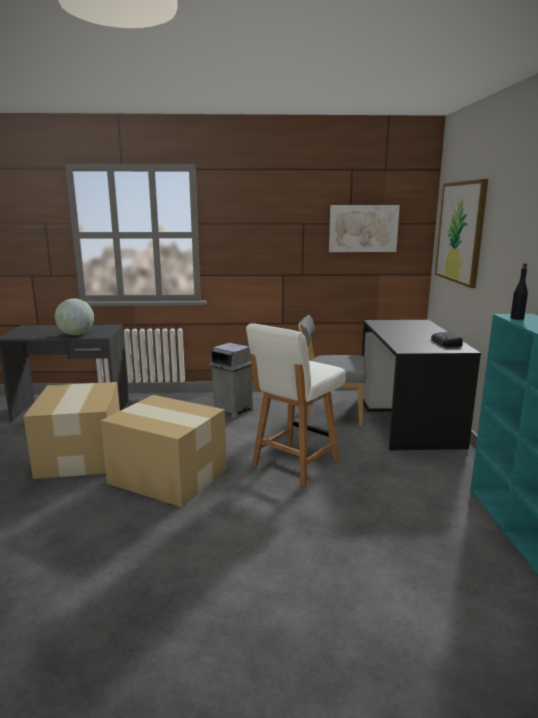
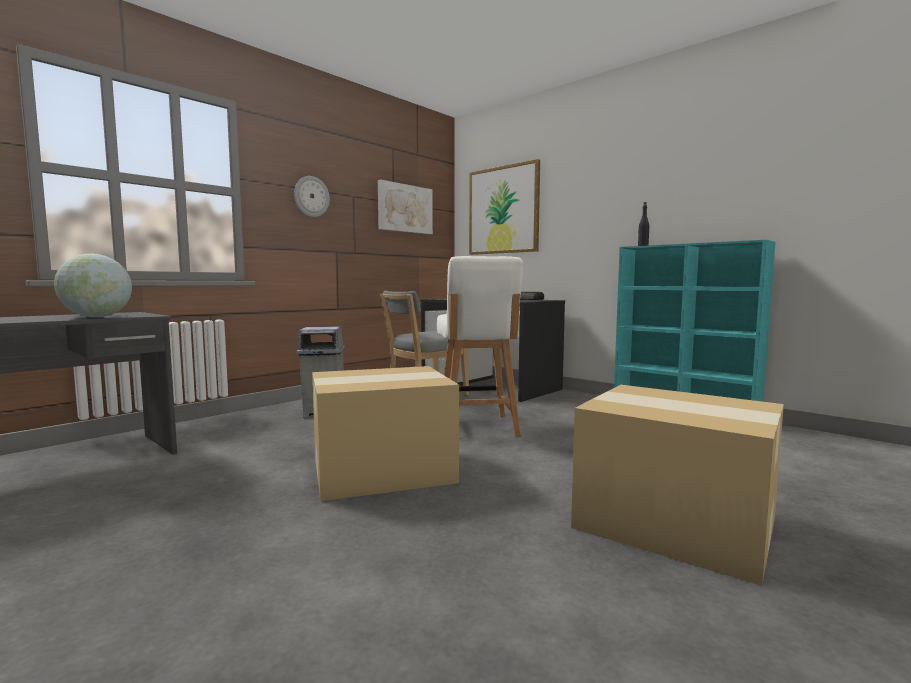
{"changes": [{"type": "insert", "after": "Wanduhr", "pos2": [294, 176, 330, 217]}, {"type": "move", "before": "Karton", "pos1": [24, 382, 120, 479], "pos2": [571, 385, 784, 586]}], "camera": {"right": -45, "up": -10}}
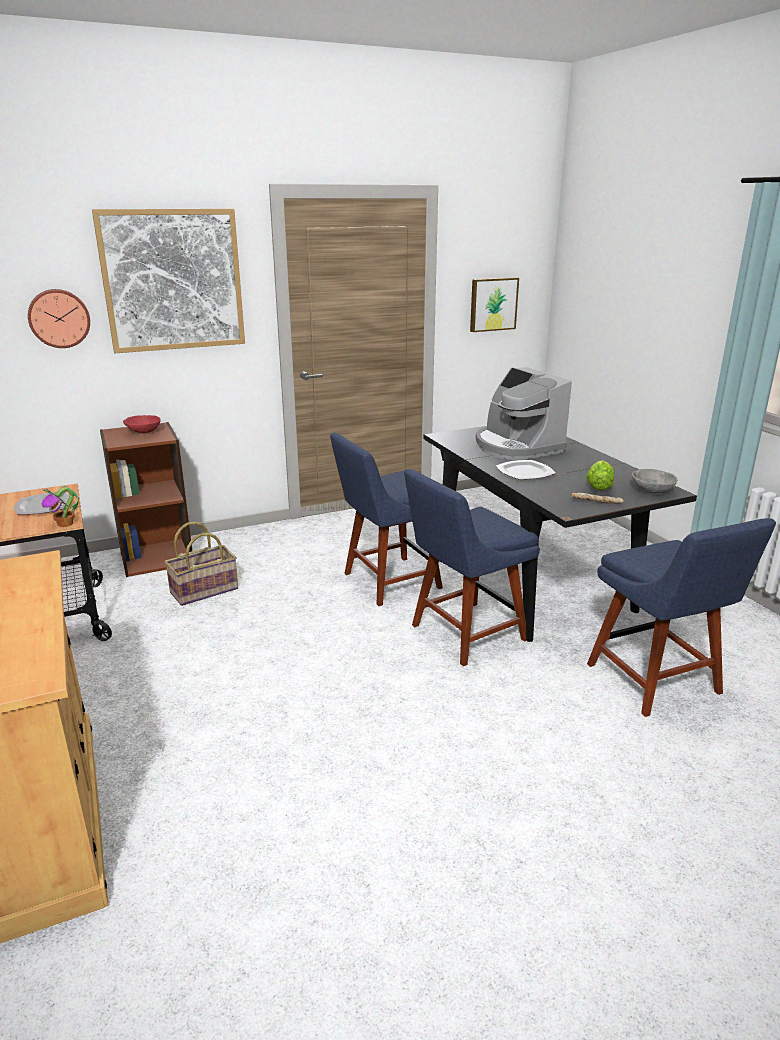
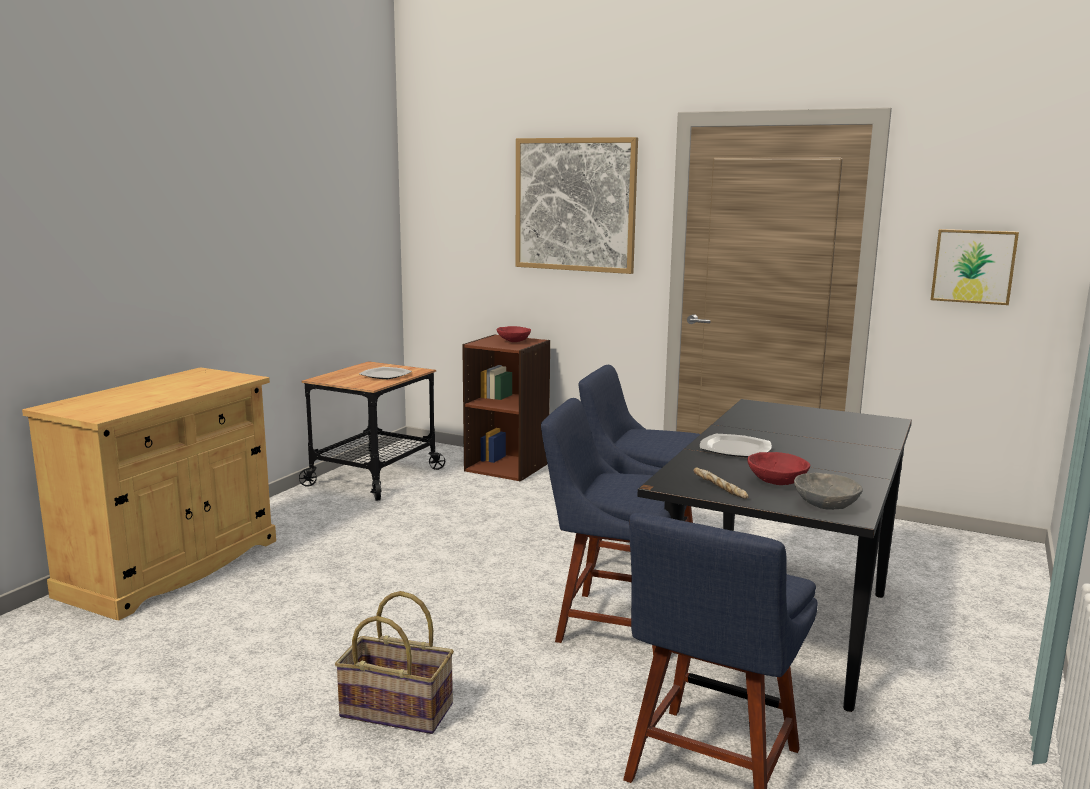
{"changes": [{"type": "delete", "before": "Wanduhr", "pos1": [28, 289, 90, 348]}, {"type": "delete", "before": "Topfpflanze", "pos1": [42, 486, 79, 527]}, {"type": "delete", "before": "Kaffeemaschine", "pos1": [476, 367, 572, 460]}, {"type": "move", "before": "Korb", "pos1": [164, 522, 238, 606], "pos2": [335, 591, 454, 734]}, {"type": "replace", "before": "Salatkopf", "after": "Schüssel [rot]", "pos1": [586, 460, 614, 491], "pos2": [747, 452, 810, 485]}], "camera": {"right": 50, "up": -10}}
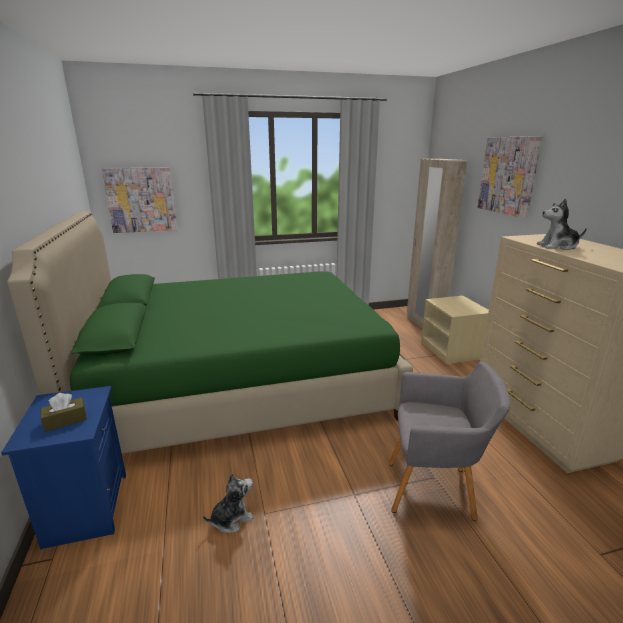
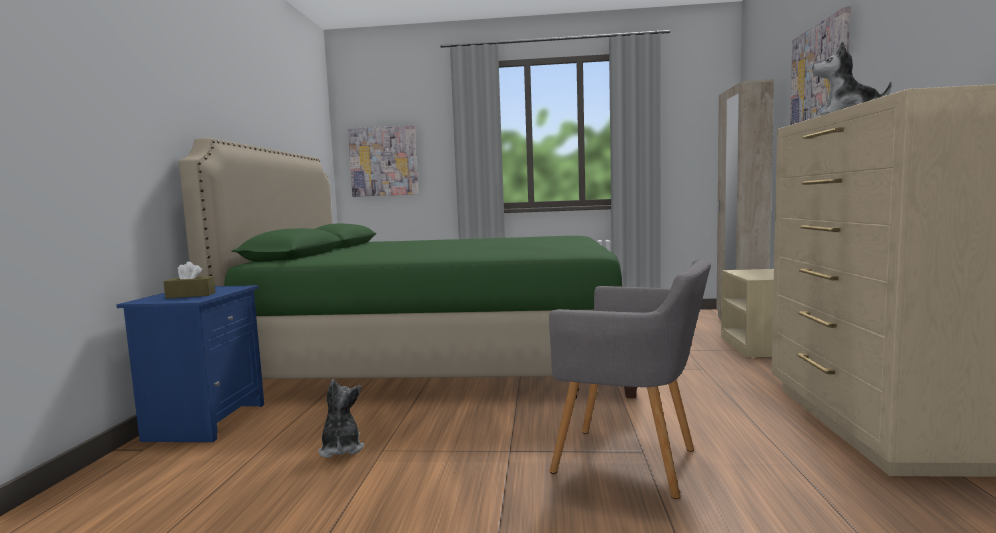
{"changes": [{"type": "rotate", "before": "Plüschtier", "pos1": [203, 473, 254, 533], "pos2": [318, 379, 364, 458], "turn": -90}], "camera": {"right": 20, "up": -15}}
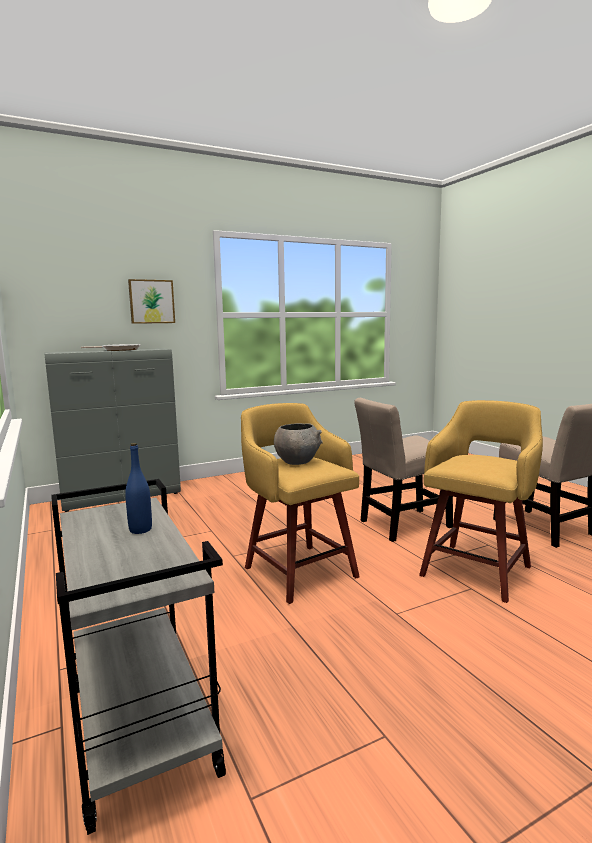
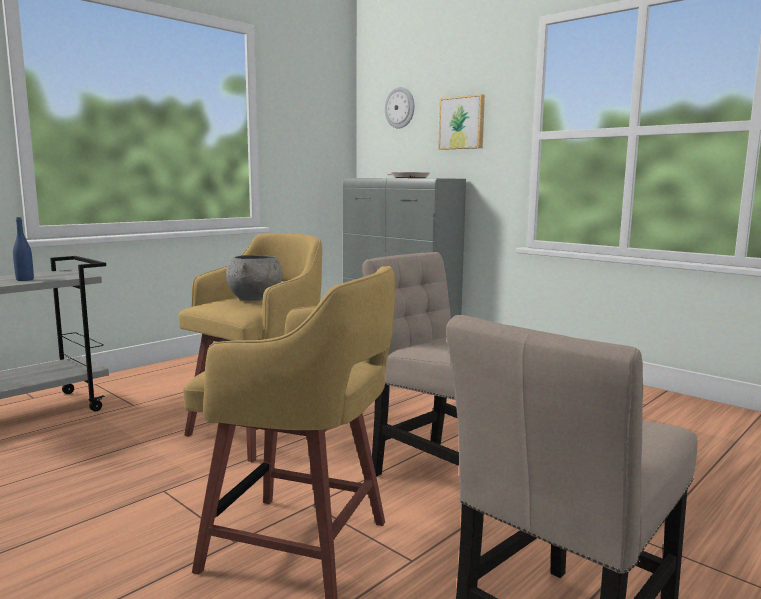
{"changes": [{"type": "insert", "after": "Wanduhr", "pos2": [385, 87, 414, 129]}], "camera": {"right": 70, "up": 0}}
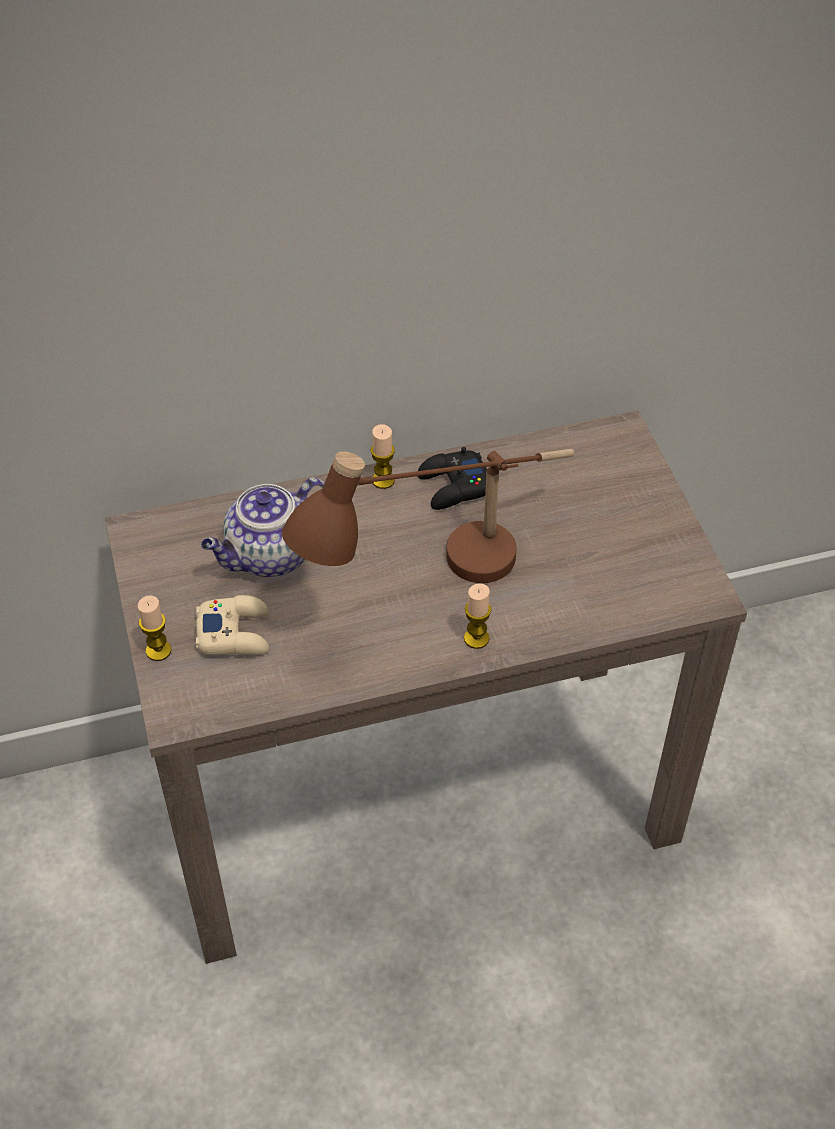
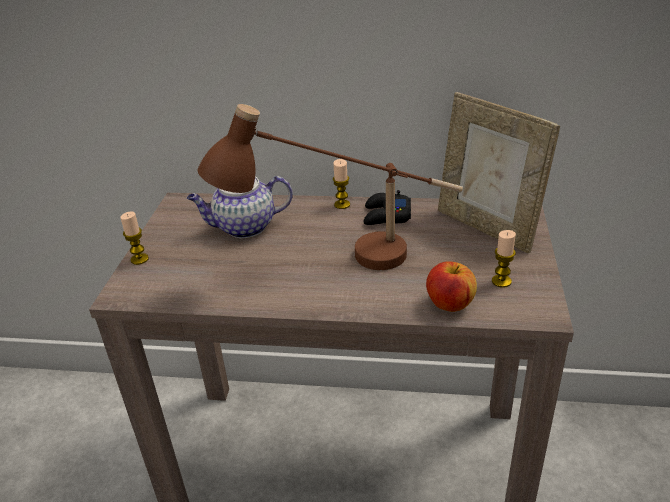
{"changes": [{"type": "delete", "before": "Gamepad [beige]", "pos1": [196, 595, 269, 655]}, {"type": "insert", "after": "Apfel", "pos2": [426, 262, 477, 312]}, {"type": "insert", "after": "Bilderrahmen", "pos2": [438, 92, 560, 253]}, {"type": "move", "before": "Kerze", "pos1": [464, 583, 491, 649], "pos2": [492, 230, 516, 288]}], "camera": {"right": 25, "up": -15}}
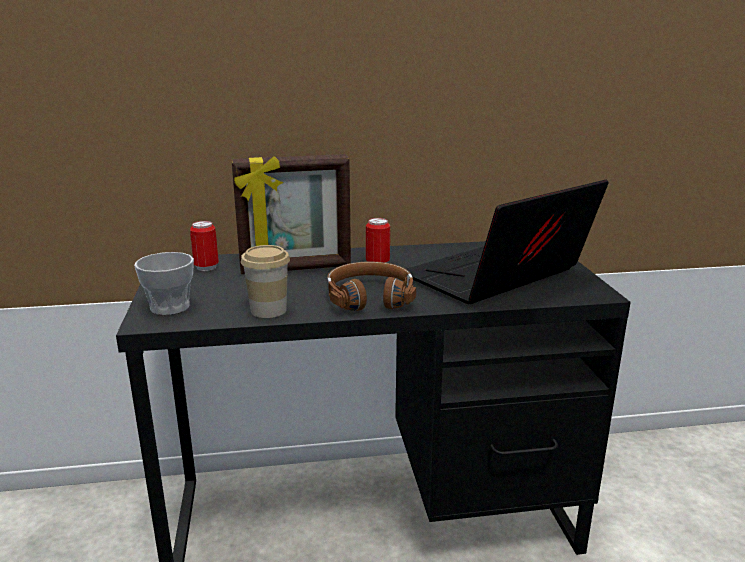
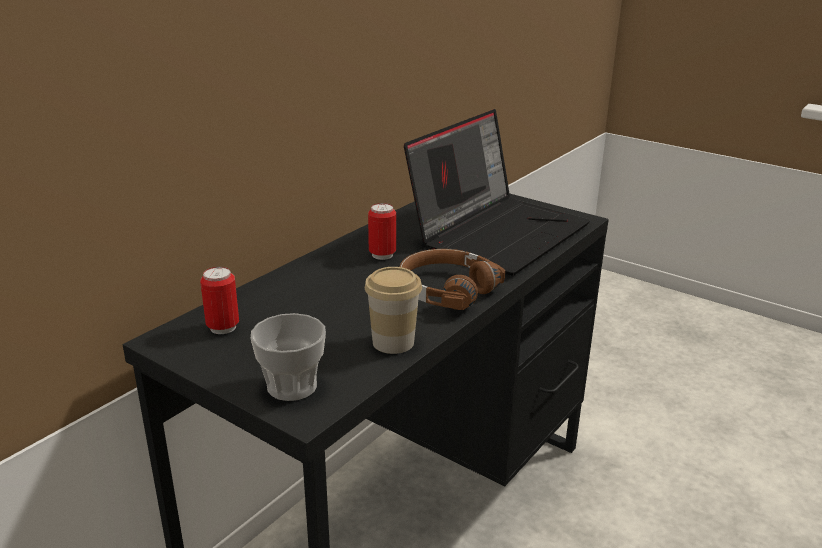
{"changes": [{"type": "delete", "before": "Bilderrahmen", "pos1": [231, 154, 351, 274]}, {"type": "rotate", "before": "Laptop", "pos1": [406, 179, 609, 304], "pos2": [404, 109, 590, 276], "turn": -150}], "camera": {"right": -45, "up": 5}}
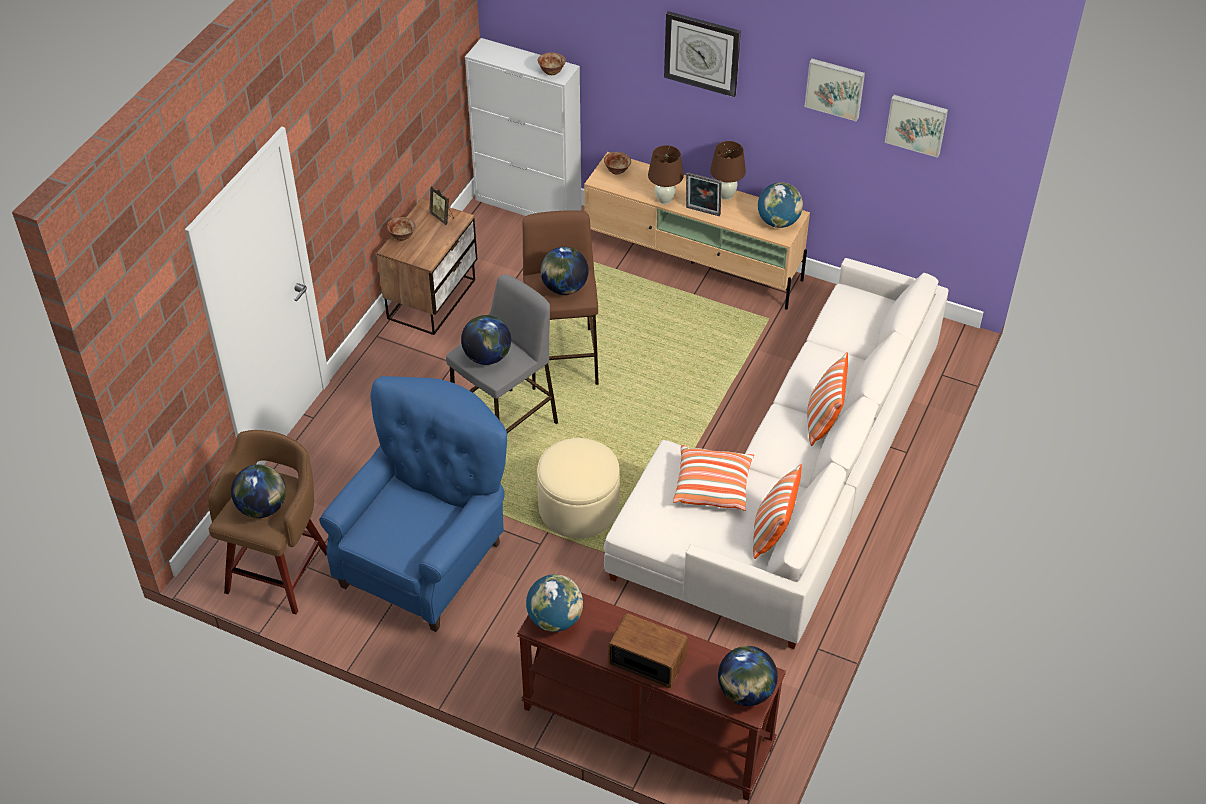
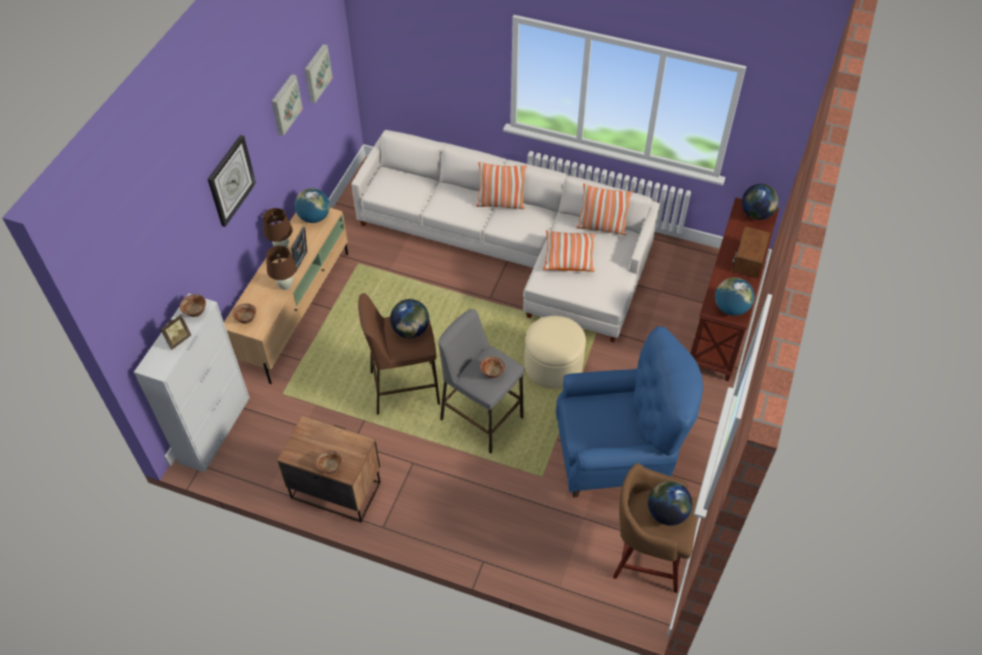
{"changes": [{"type": "move", "before": "Bilderrahmen", "pos1": [429, 186, 454, 225], "pos2": [160, 314, 191, 350]}, {"type": "replace", "before": "Globus", "after": "Schüssel", "pos1": [461, 315, 511, 365], "pos2": [480, 356, 505, 378]}, {"type": "rotate", "before": "Sessel [blau]", "pos1": [319, 376, 507, 632], "pos2": [556, 326, 703, 498], "turn": 150}], "camera": {"right": -95, "up": 5}}
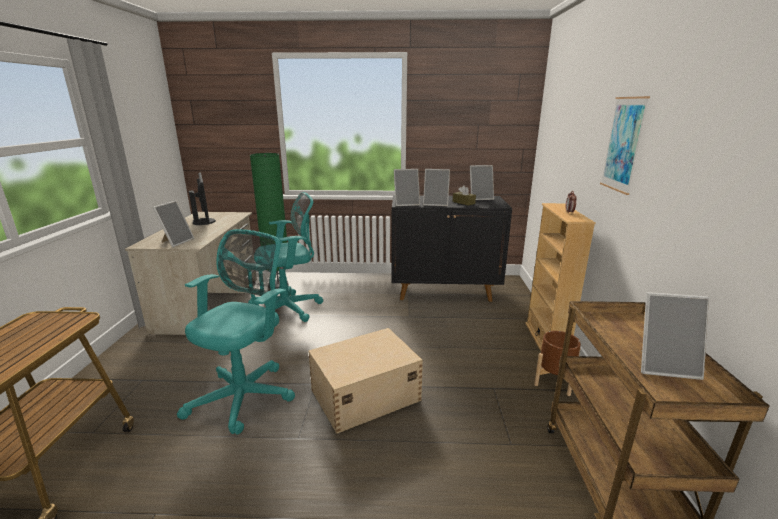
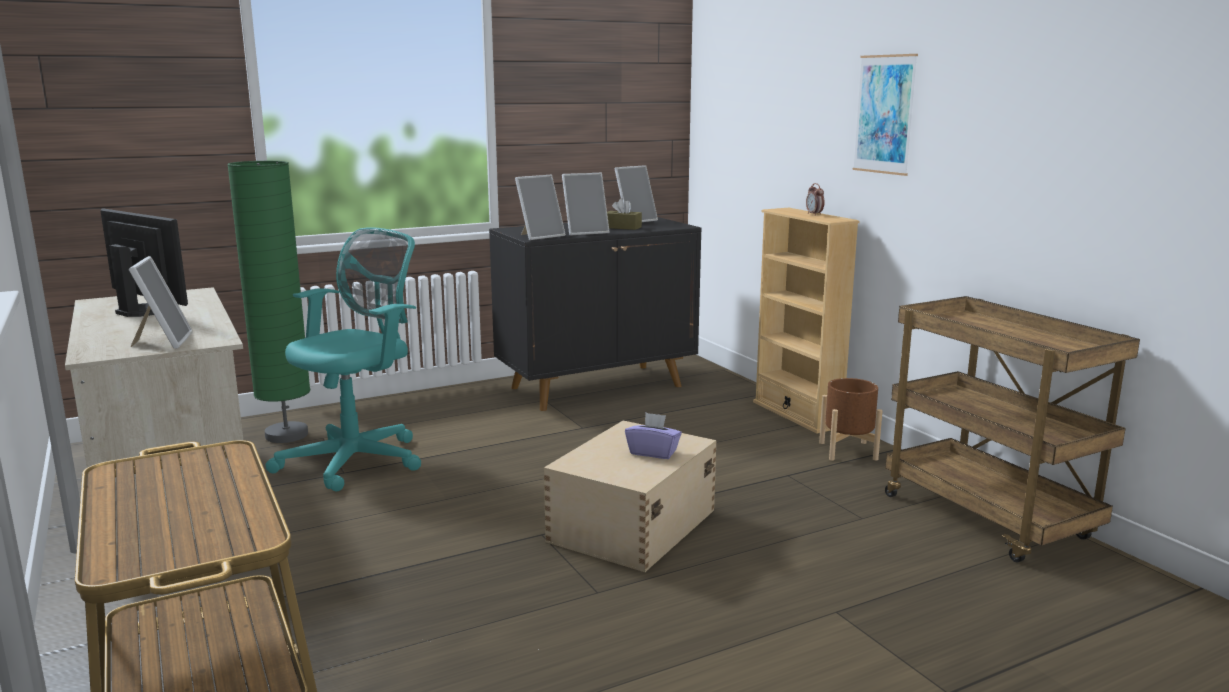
{"changes": [{"type": "delete", "before": "Bürostuhl [türkis]", "pos1": [177, 229, 295, 434]}, {"type": "delete", "before": "Bilderrahmen", "pos1": [641, 292, 709, 380]}, {"type": "insert", "after": "Taschentuchbox [lila]", "pos2": [625, 413, 682, 459]}], "camera": {"right": -30, "up": -5}}
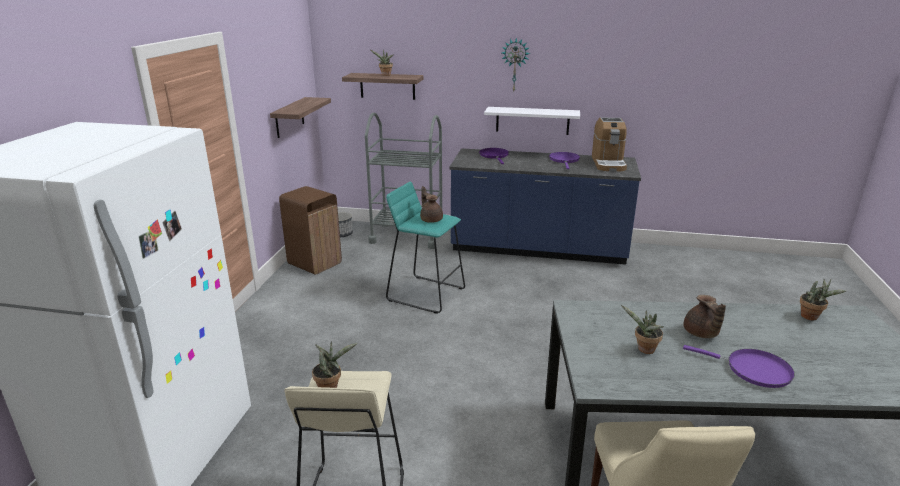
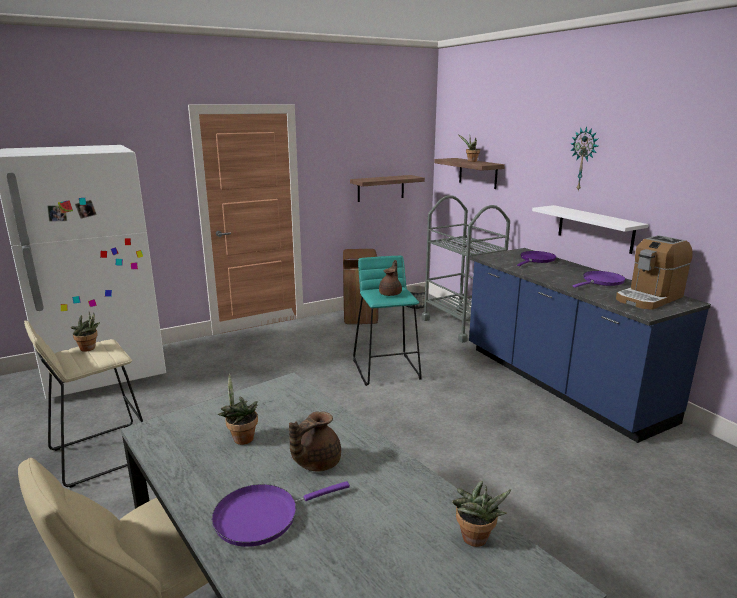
{"changes": [{"type": "rotate", "before": "Pfanne [lila]", "pos1": [683, 345, 795, 388], "pos2": [212, 481, 350, 547], "turn": 75}], "camera": {"right": 50, "up": -5}}
